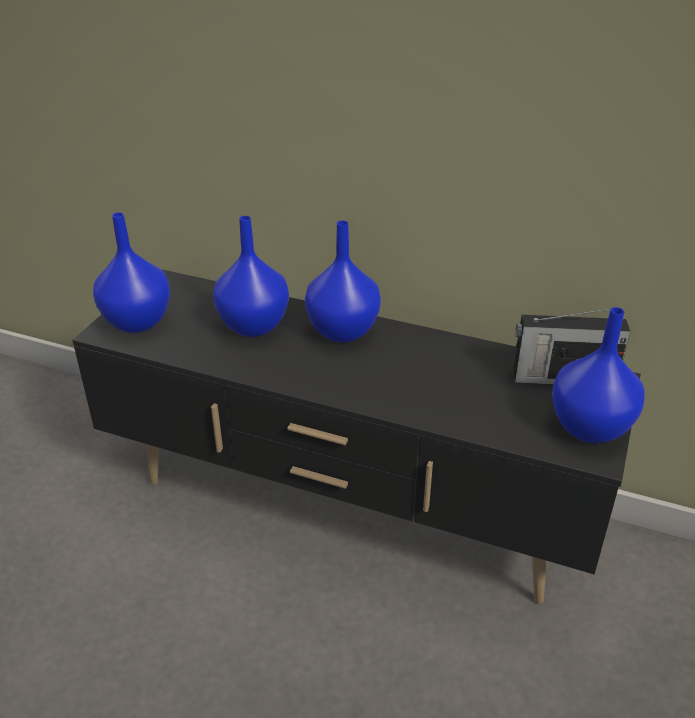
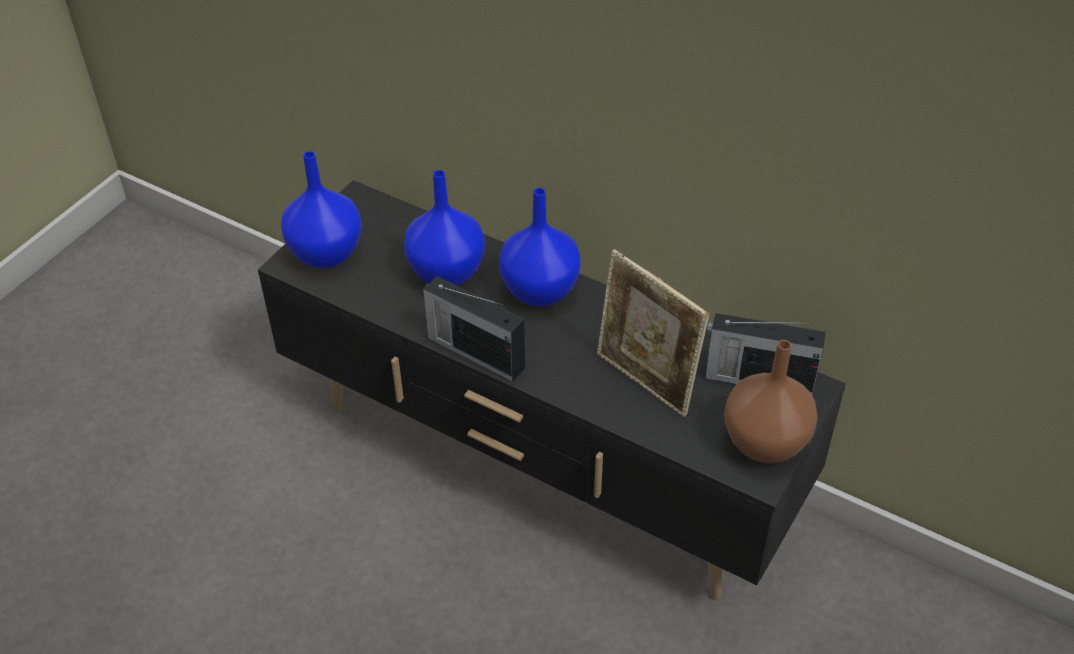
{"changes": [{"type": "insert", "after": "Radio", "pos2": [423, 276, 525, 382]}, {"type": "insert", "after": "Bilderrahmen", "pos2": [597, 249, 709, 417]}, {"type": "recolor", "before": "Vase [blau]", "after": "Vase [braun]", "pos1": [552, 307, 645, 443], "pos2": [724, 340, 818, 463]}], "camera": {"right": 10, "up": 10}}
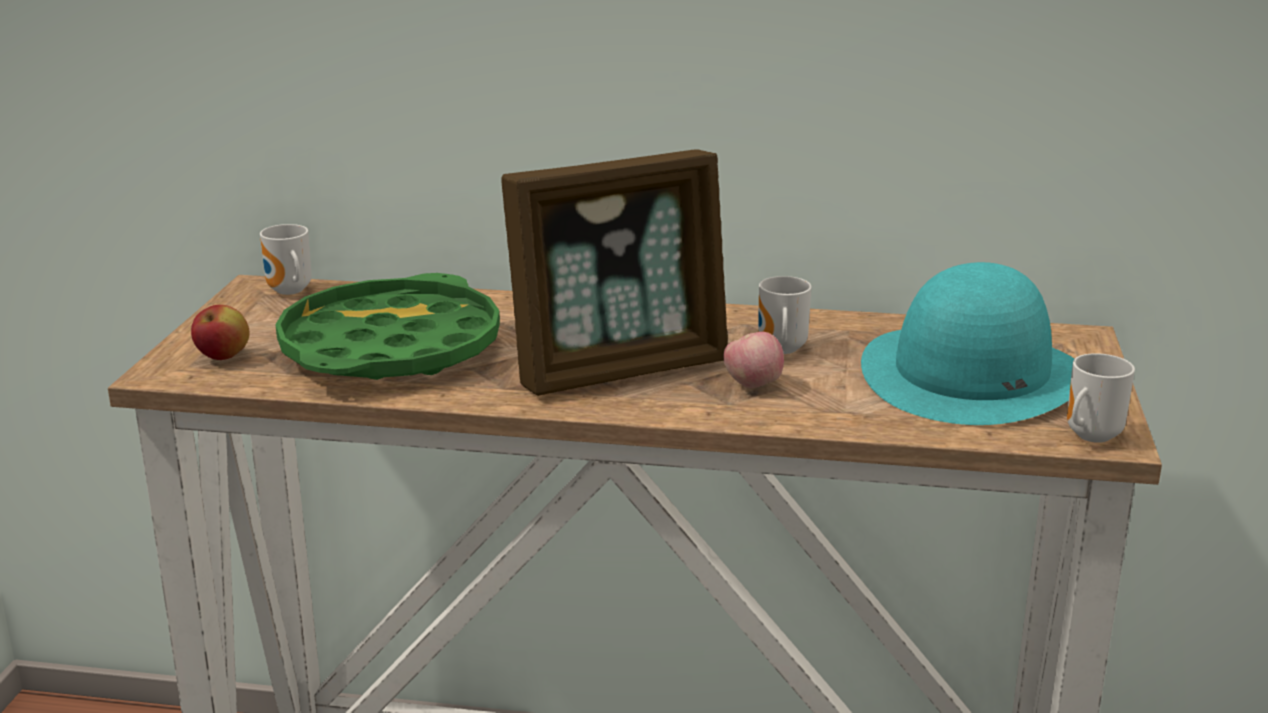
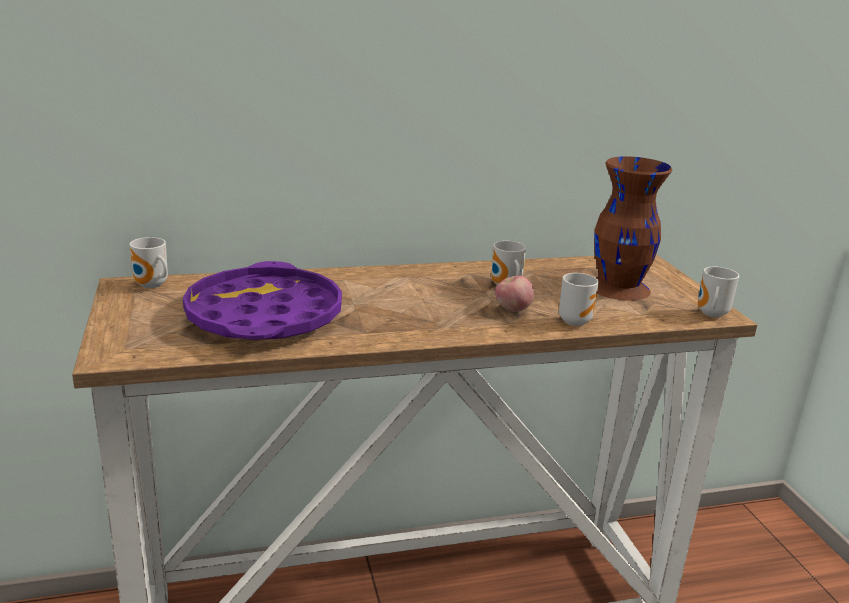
{"changes": [{"type": "delete", "before": "Apfel", "pos1": [191, 305, 250, 360]}, {"type": "delete", "before": "Bilderrahmen", "pos1": [501, 149, 728, 396]}, {"type": "insert", "after": "Henkelbecher", "pos2": [559, 273, 599, 326]}, {"type": "replace", "before": "Hut [türkis]", "after": "Vase [braun]", "pos1": [861, 262, 1074, 425], "pos2": [594, 157, 672, 301]}, {"type": "recolor", "before": "Tablett [grün]", "after": "Tablett [lila]", "pos1": [275, 273, 500, 380], "pos2": [183, 261, 342, 340]}], "camera": {"right": -25, "up": 0}}
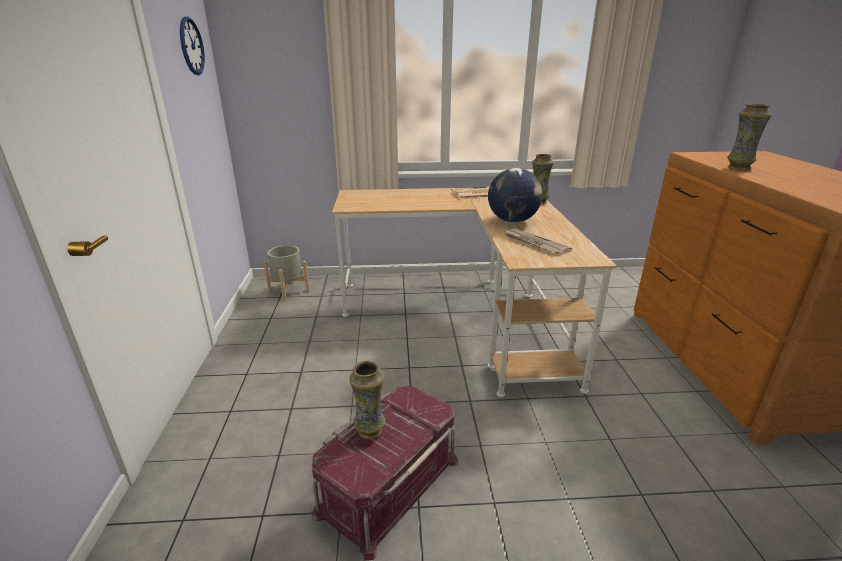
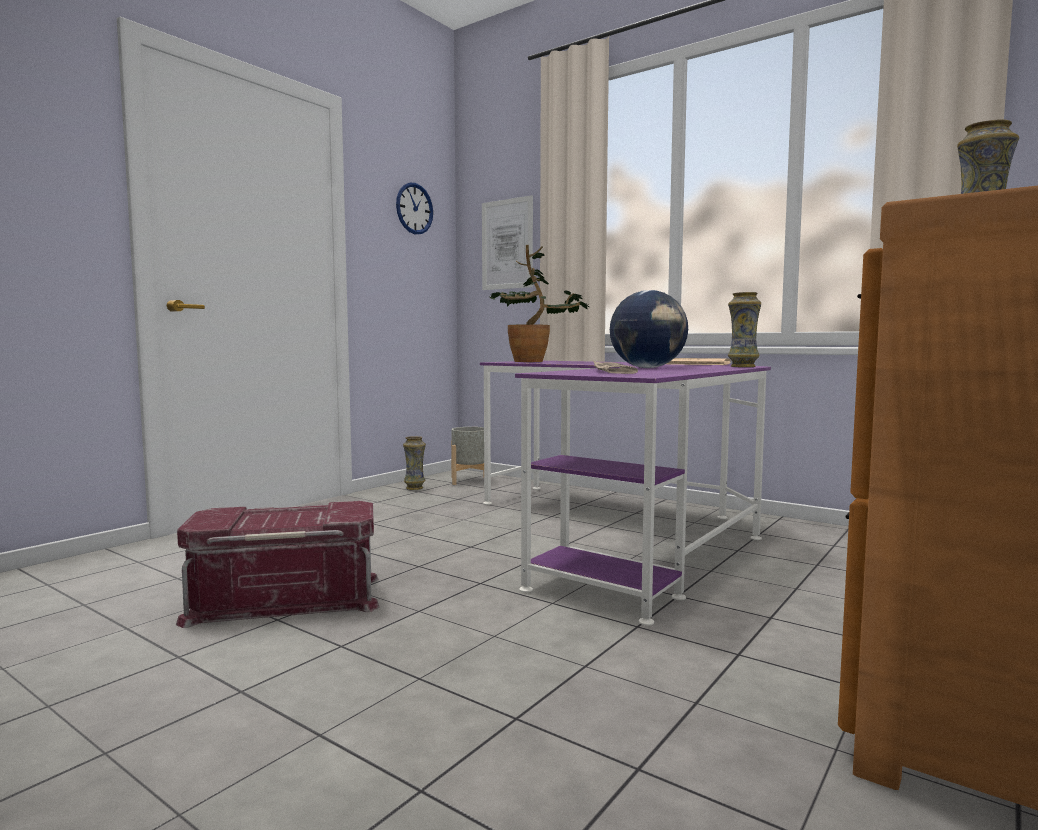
{"changes": [{"type": "insert", "after": "Bild", "pos2": [482, 195, 533, 290]}, {"type": "insert", "after": "Topfpflanze", "pos2": [490, 245, 589, 362]}, {"type": "move", "before": "Vase", "pos1": [349, 360, 385, 439], "pos2": [403, 436, 426, 490]}, {"type": "recolor", "before": "Schreibtisch [beige]", "after": "Schreibtisch [lila]", "pos1": [332, 188, 617, 397], "pos2": [480, 361, 771, 626]}], "camera": {"right": 40, "up": -20}}
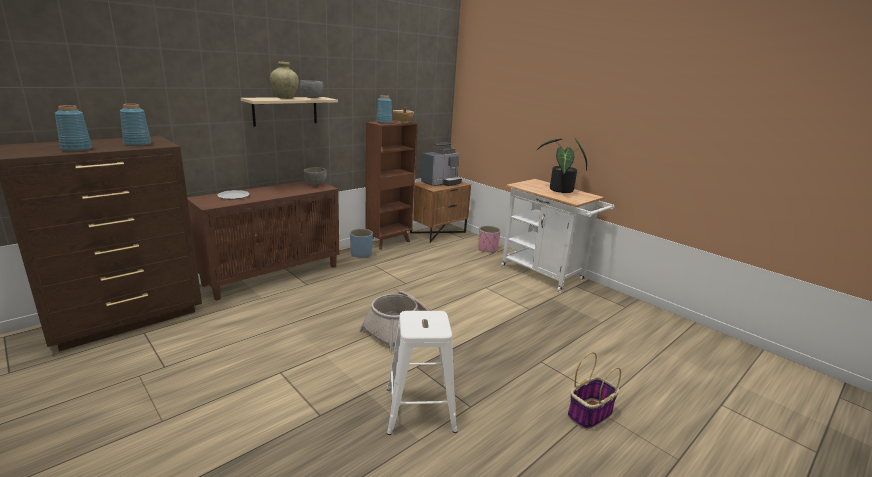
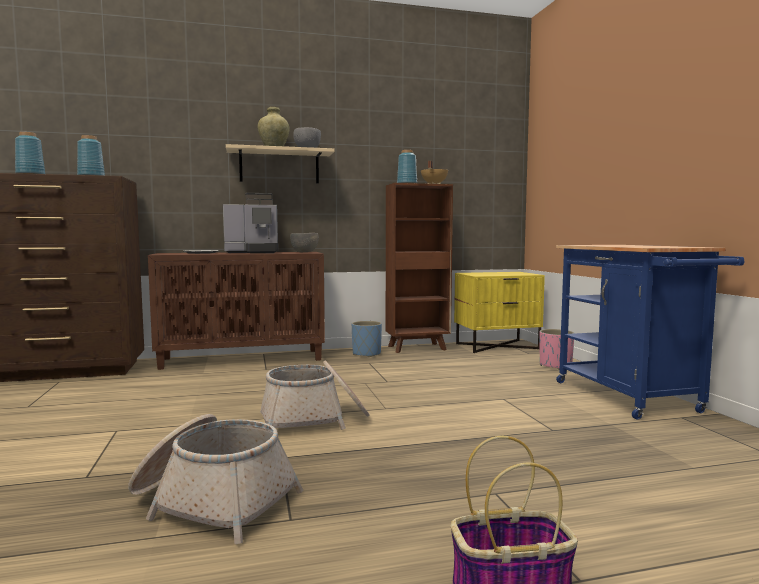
{"changes": [{"type": "delete", "before": "Topfpflanze", "pos1": [537, 138, 587, 193]}, {"type": "move", "before": "Kaffeemaschine", "pos1": [421, 142, 462, 186], "pos2": [223, 193, 279, 253]}, {"type": "replace", "before": "Hocker [weiß]", "after": "Korb", "pos1": [387, 311, 458, 435], "pos2": [128, 414, 303, 544]}, {"type": "recolor", "before": "Nachttisch [braun]", "after": "Nachttisch [gelb]", "pos1": [410, 182, 471, 243], "pos2": [454, 272, 545, 353]}, {"type": "recolor", "before": "Rollwagen [weiß]", "after": "Rollwagen [blau]", "pos1": [501, 179, 614, 292], "pos2": [556, 245, 745, 420]}], "camera": {"right": 30, "up": -15}}
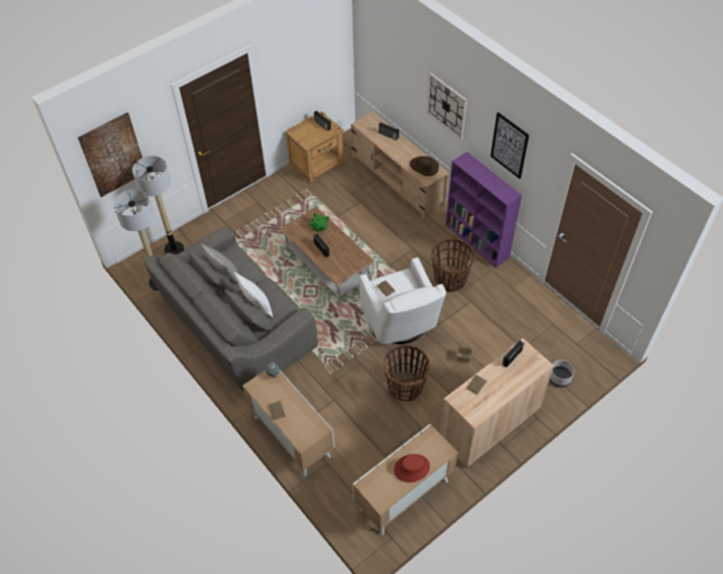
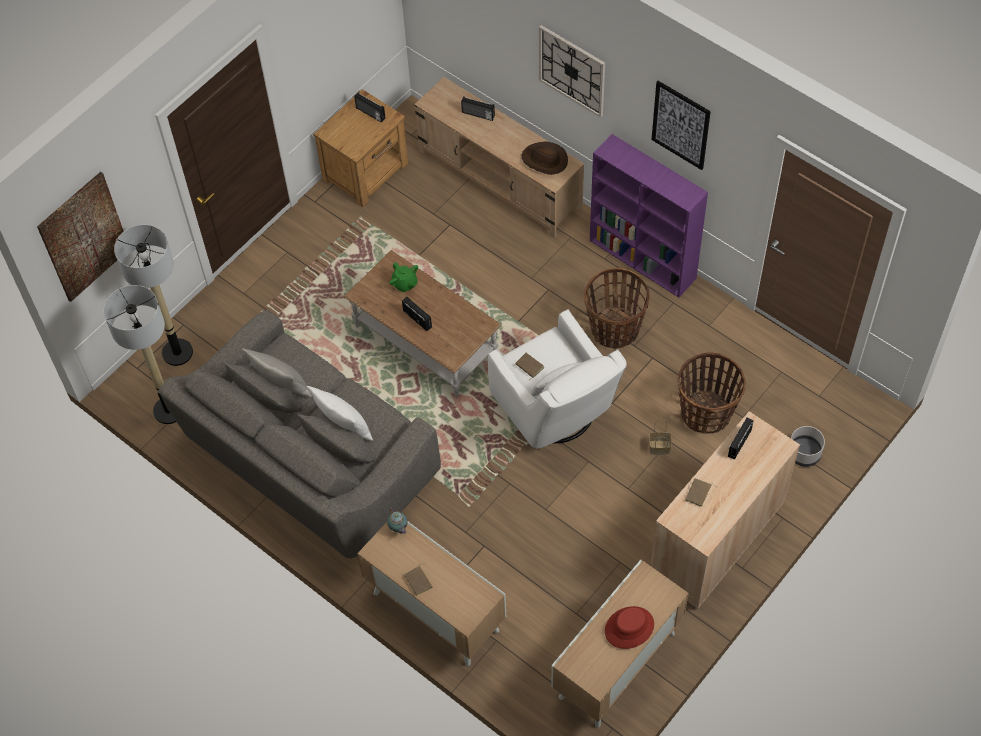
{"changes": [{"type": "move", "before": "Korb", "pos1": [383, 345, 430, 402], "pos2": [678, 353, 746, 434]}], "camera": {"right": -10, "up": 5}}
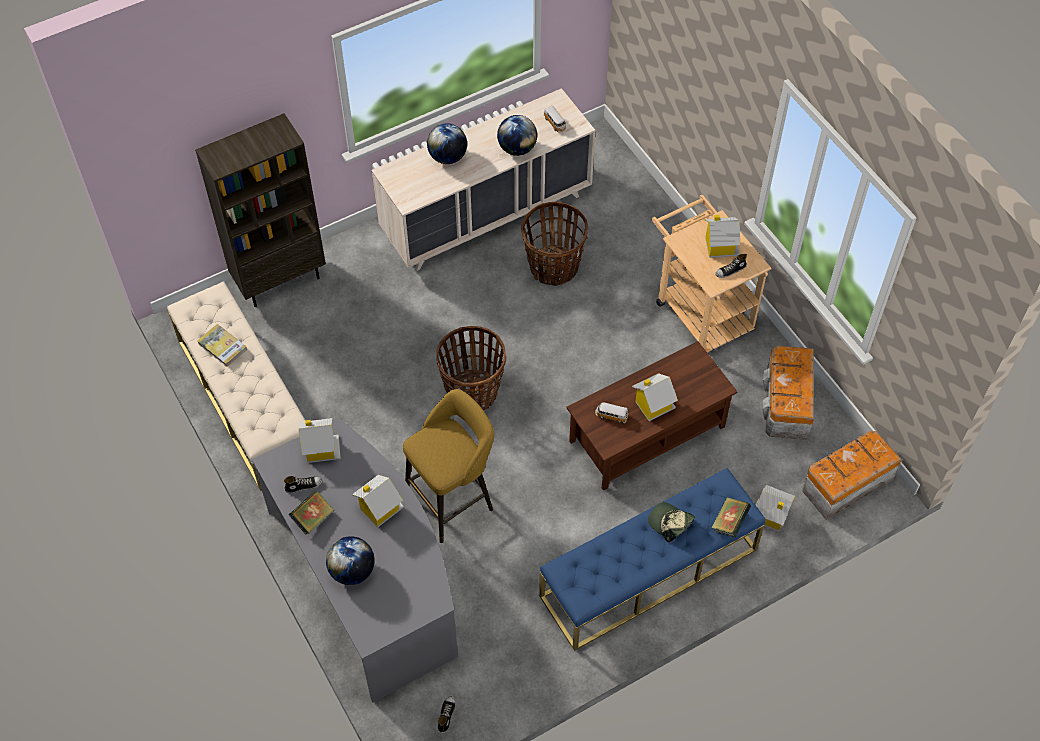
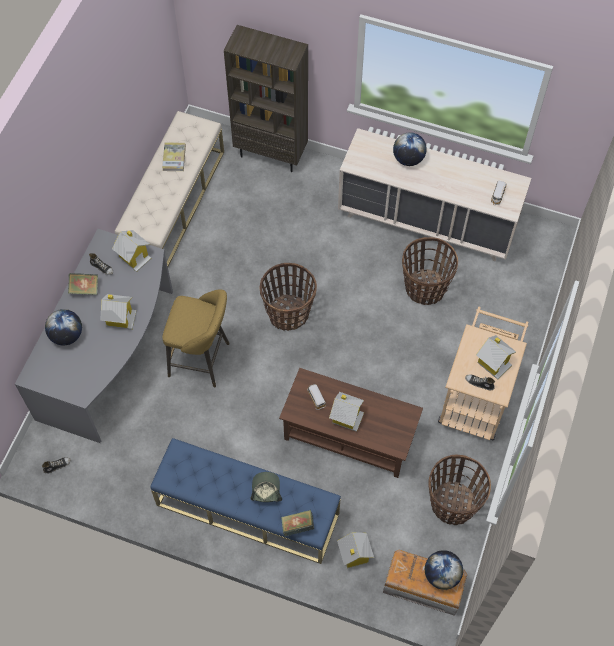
{"changes": [{"type": "move", "before": "Globus", "pos1": [497, 115, 537, 156], "pos2": [425, 550, 463, 590]}, {"type": "replace", "before": "Aufbewahrungsbox", "after": "Korb", "pos1": [762, 346, 814, 440], "pos2": [429, 455, 491, 525]}], "camera": {"right": 50, "up": 5}}
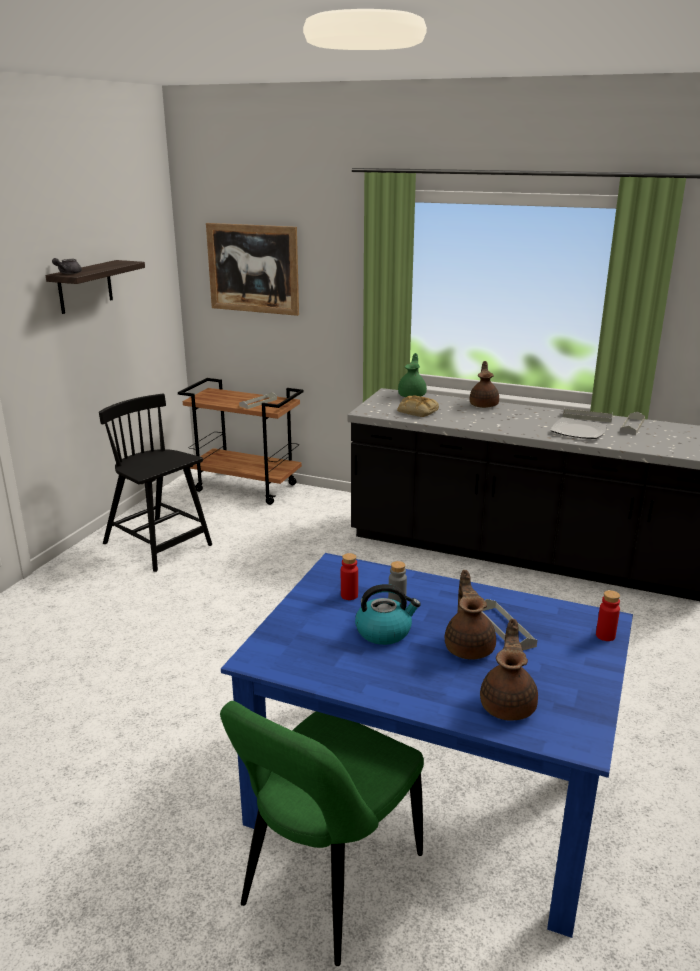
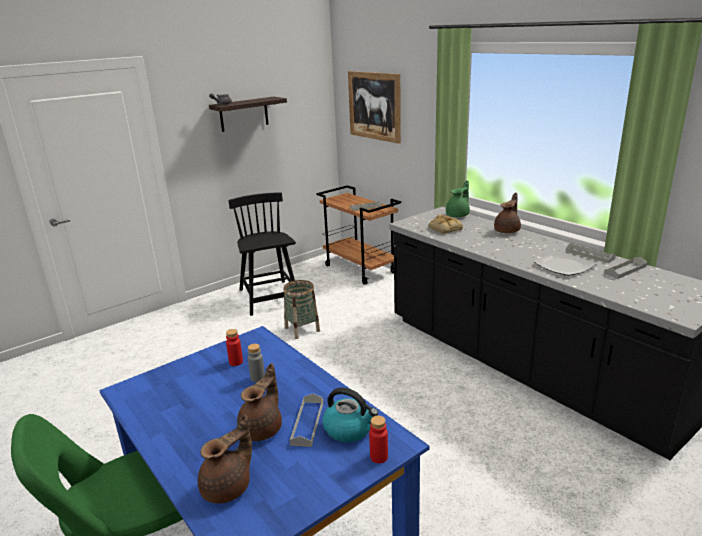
{"changes": [{"type": "insert", "after": "Korb", "pos2": [283, 280, 320, 339]}, {"type": "move", "before": "Wasserkessel", "pos1": [355, 584, 421, 645], "pos2": [322, 387, 378, 442]}], "camera": {"right": 30, "up": 0}}
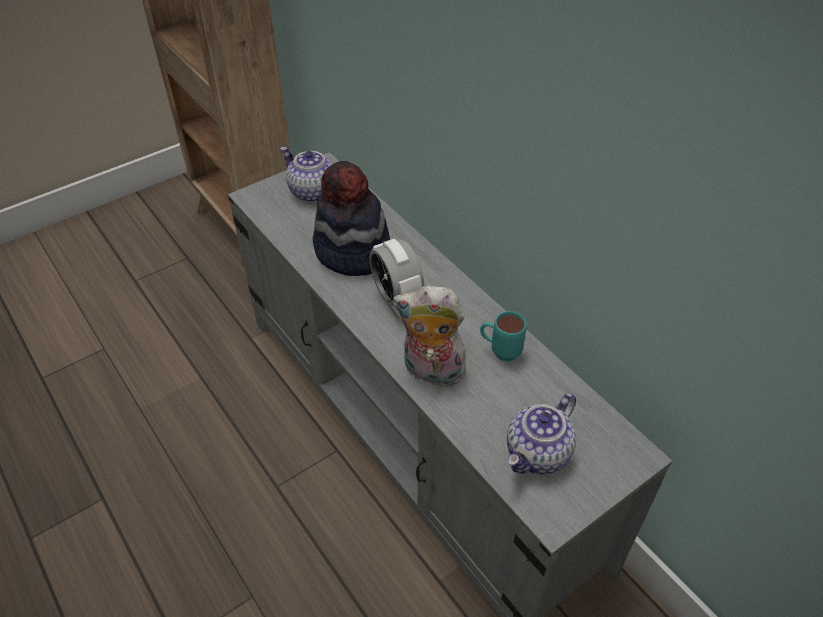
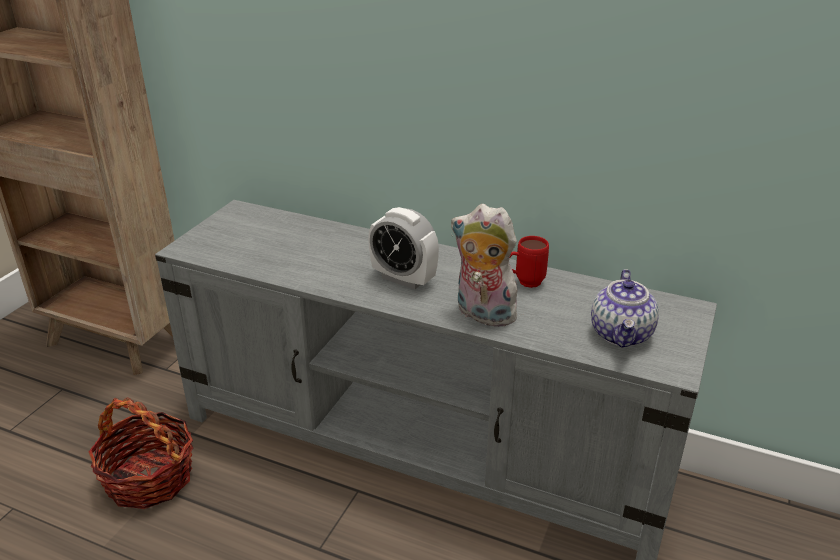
{"changes": [{"type": "delete", "before": "Teekanne", "pos1": [280, 147, 333, 203]}, {"type": "delete", "before": "Hut", "pos1": [313, 161, 390, 276]}, {"type": "insert", "after": "Korb", "pos2": [88, 397, 193, 509]}, {"type": "recolor", "before": "Henkelbecher [türkis]", "after": "Henkelbecher [rot]", "pos1": [480, 311, 527, 362], "pos2": [509, 236, 549, 288]}, {"type": "rotate", "before": "Plüschtier", "pos1": [393, 286, 468, 387], "pos2": [451, 204, 520, 327], "turn": 45}], "camera": {"right": -30, "up": -15}}
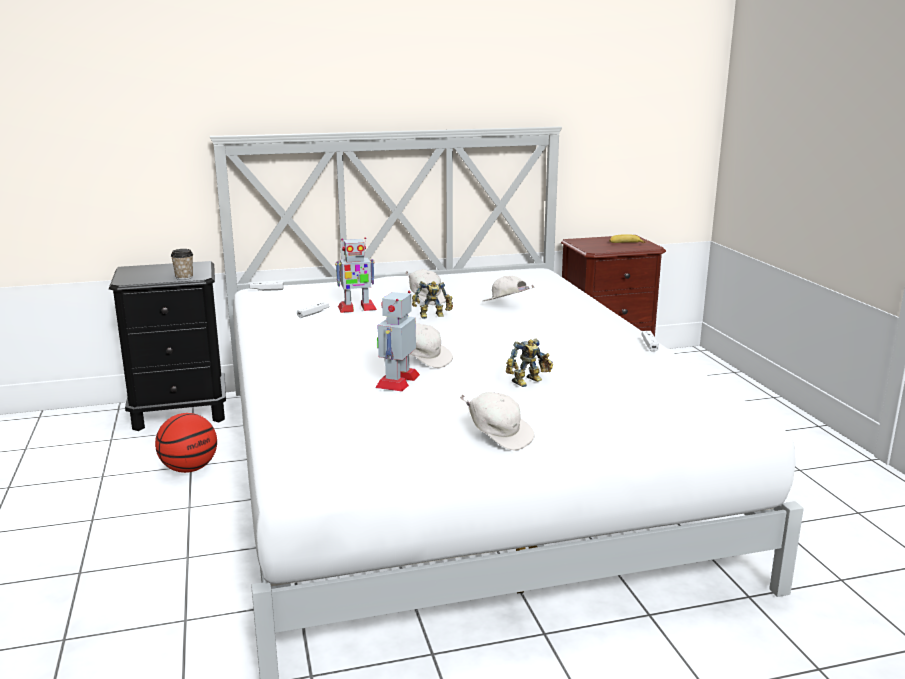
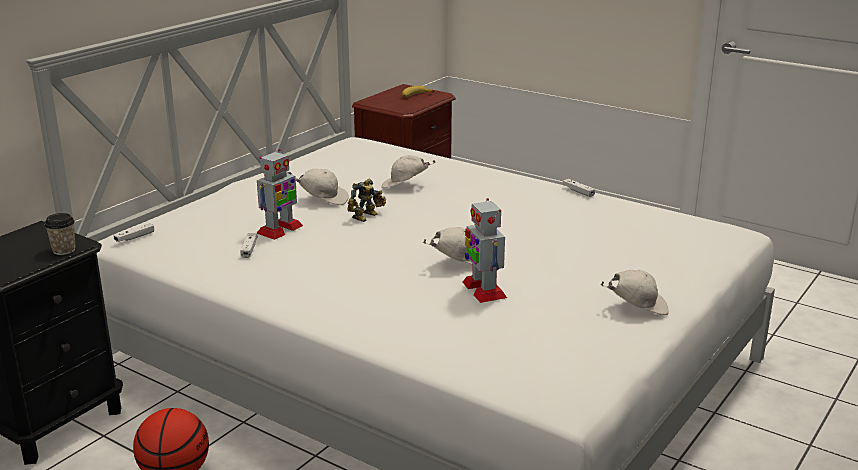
{"changes": [{"type": "delete", "before": "Spielzeugroboter", "pos1": [506, 338, 553, 387]}], "camera": {"right": -40, "up": 5}}
